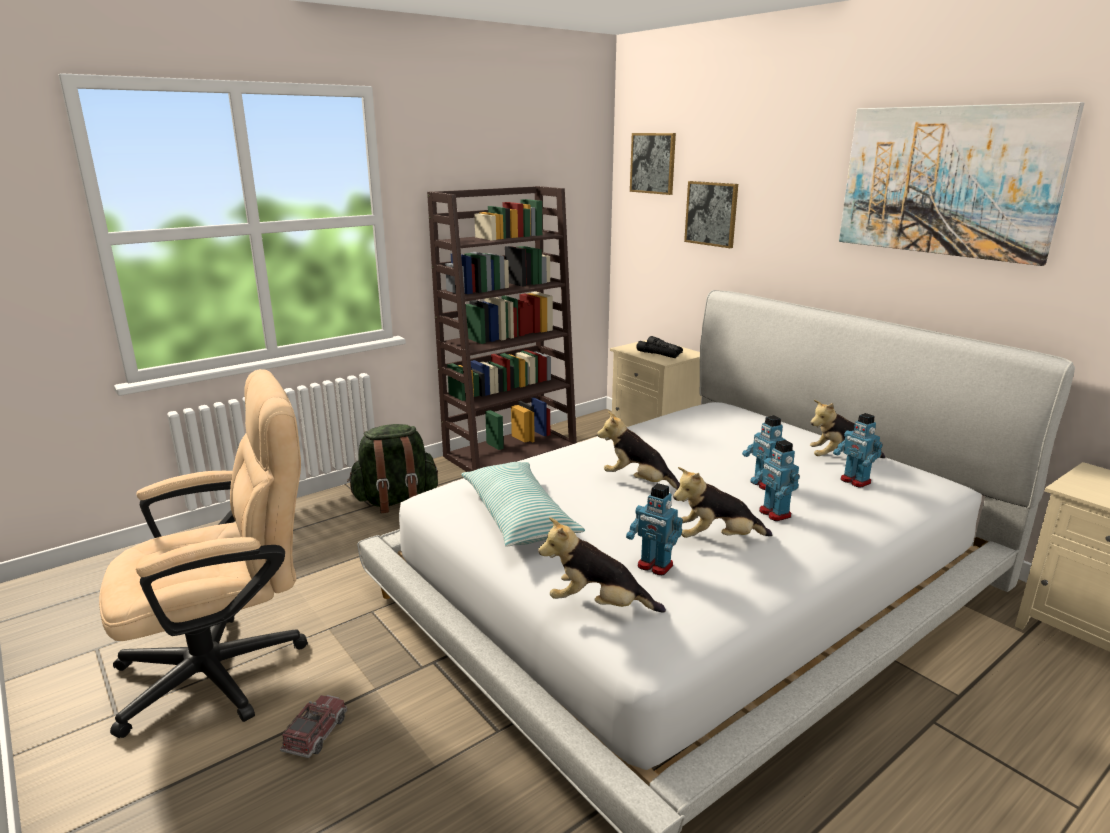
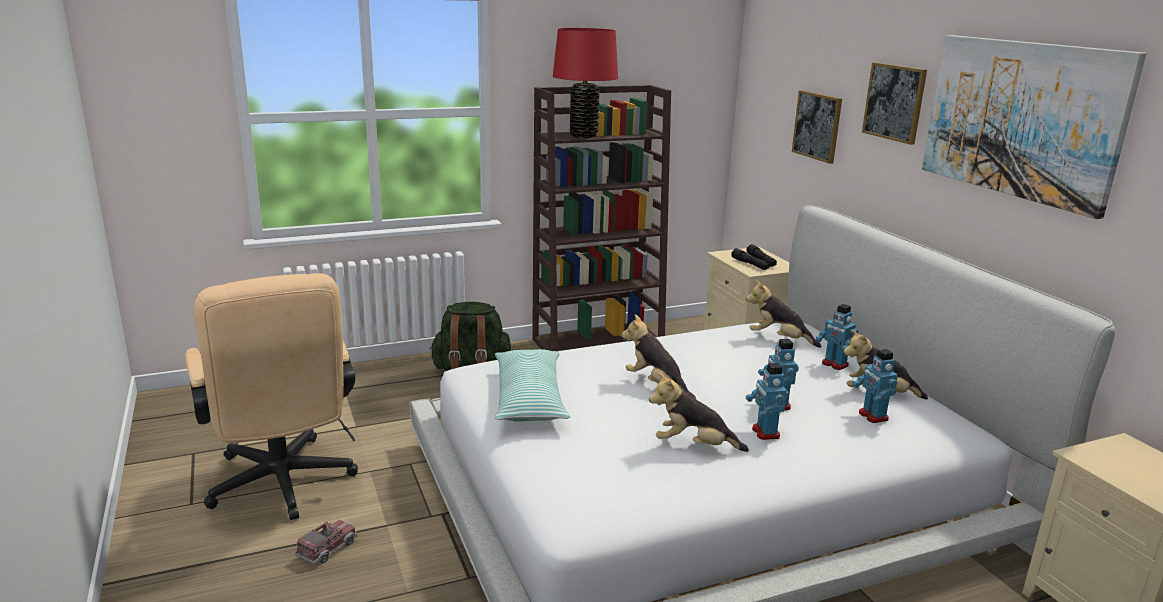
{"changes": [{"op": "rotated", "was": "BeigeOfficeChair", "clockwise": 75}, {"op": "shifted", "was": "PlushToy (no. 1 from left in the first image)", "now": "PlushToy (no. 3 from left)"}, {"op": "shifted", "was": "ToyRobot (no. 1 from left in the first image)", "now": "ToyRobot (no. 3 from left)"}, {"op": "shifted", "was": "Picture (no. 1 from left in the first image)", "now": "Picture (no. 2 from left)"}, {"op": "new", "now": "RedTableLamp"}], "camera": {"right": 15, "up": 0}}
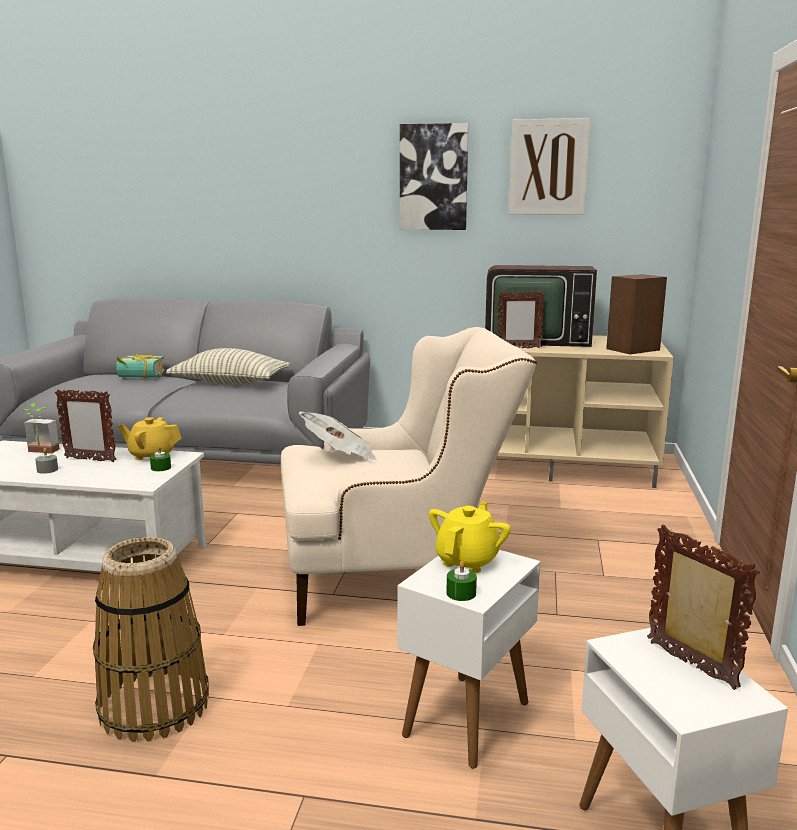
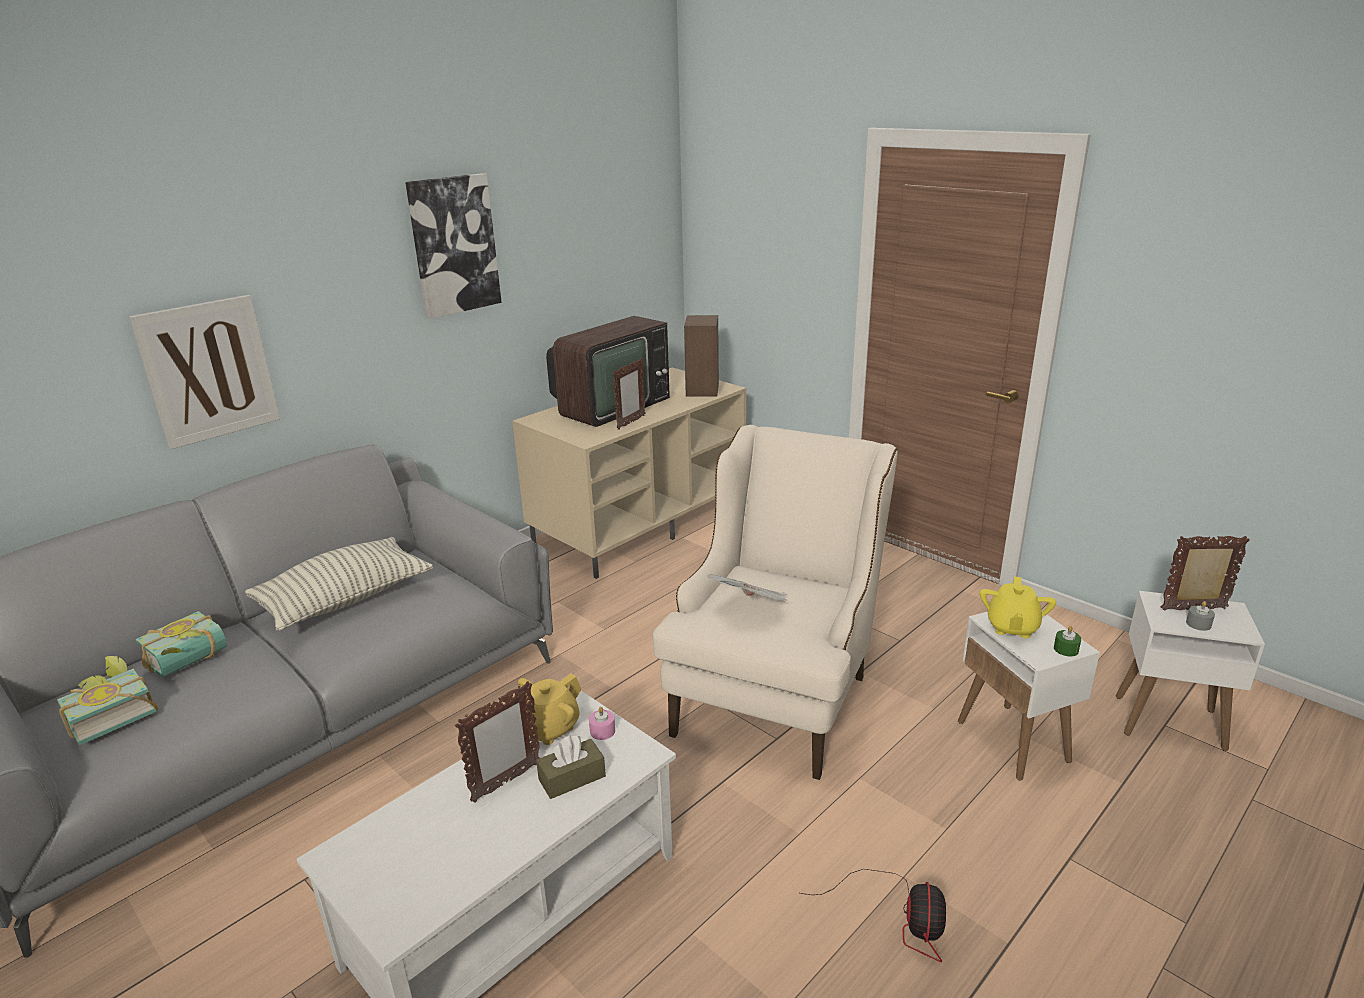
{"changes": [{"op": "gone", "was": "PottedPlant"}, {"op": "shifted", "was": "GreyCandle"}, {"op": "swapped", "was": "Basket", "now": "Fan"}, {"op": "repainted", "was": "GreenCandle (no. 1 from left)", "now": "PinkCandle"}, {"op": "rotated", "was": "YellowTeapot (no. 2 from left)", "clockwise": -135}, {"op": "shifted", "was": "Picture (no. 2 from left in the first image)", "now": "Picture (no. 1 from left)"}, {"op": "new", "now": "Book (no. 1 from left)"}, {"op": "new", "now": "BrownTissueBox"}], "camera": {"right": -55, "up": 10}}
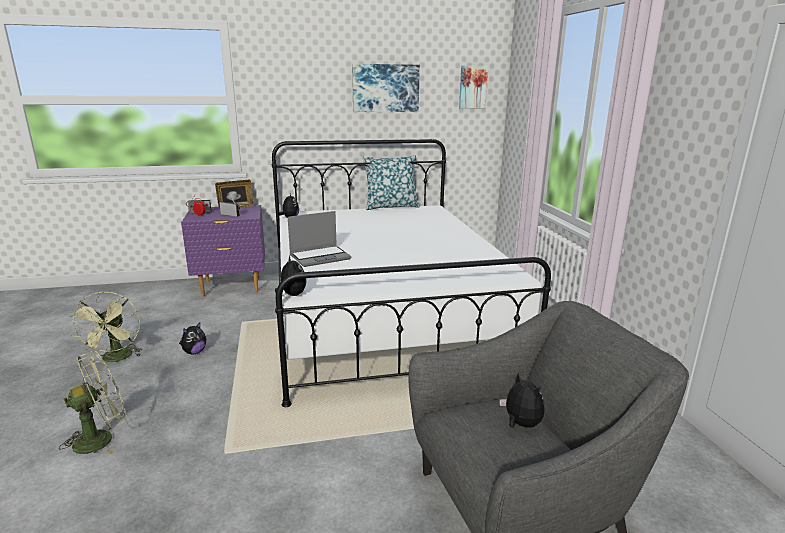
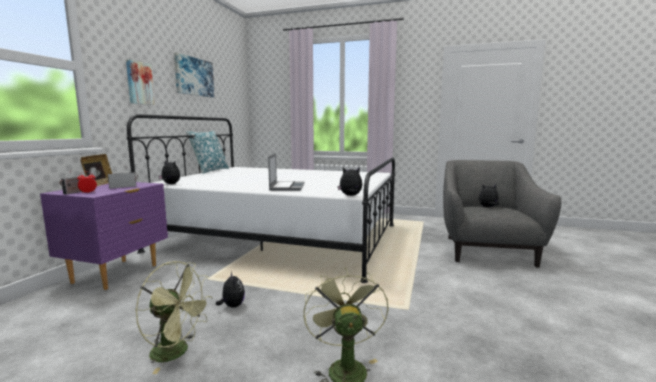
{"changes": [{"op": "shifted", "was": "Picture (no. 2 from left in the first image)", "now": "Picture (no. 1 from left)"}], "camera": {"right": -60, "up": -10}}
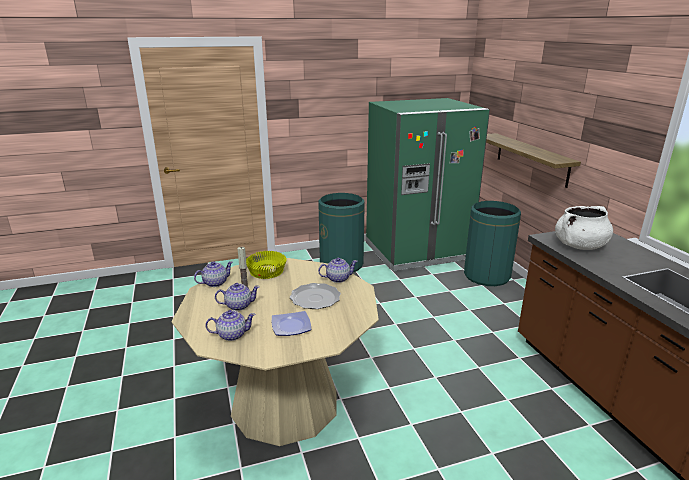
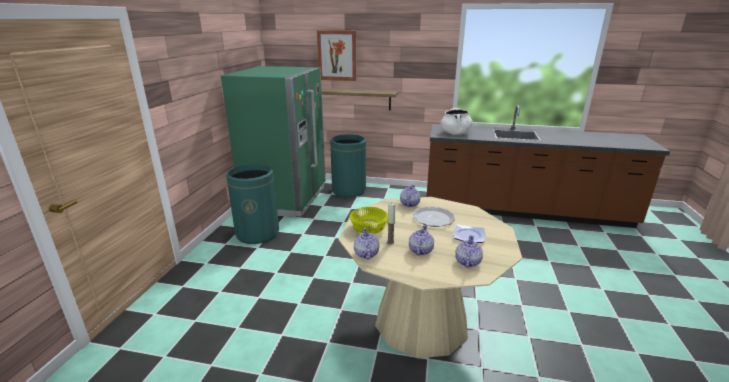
{"changes": [{"op": "new", "now": "Picture"}], "camera": {"right": -60, "up": 0}}
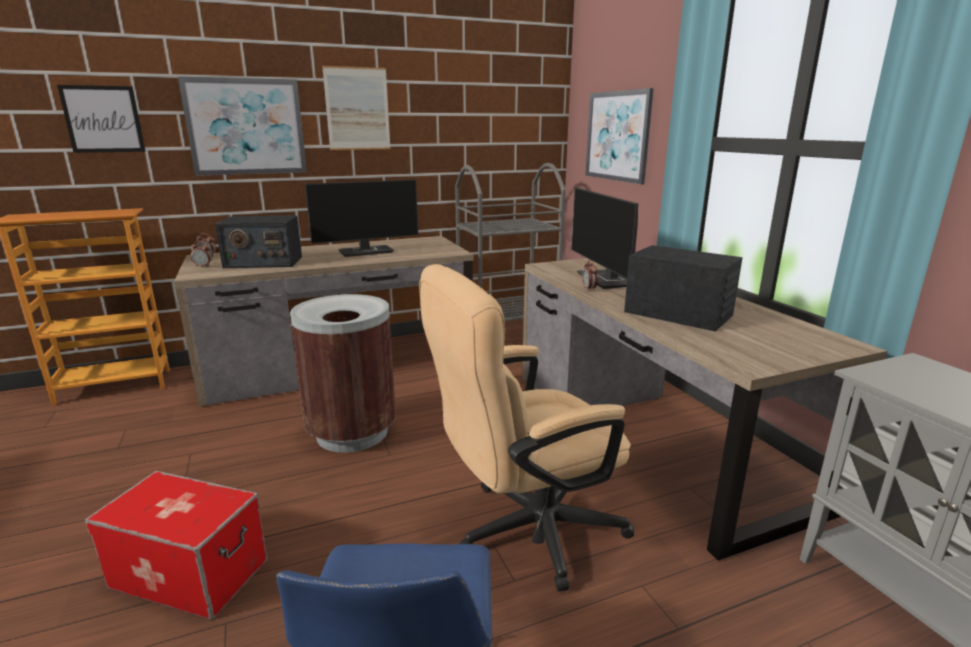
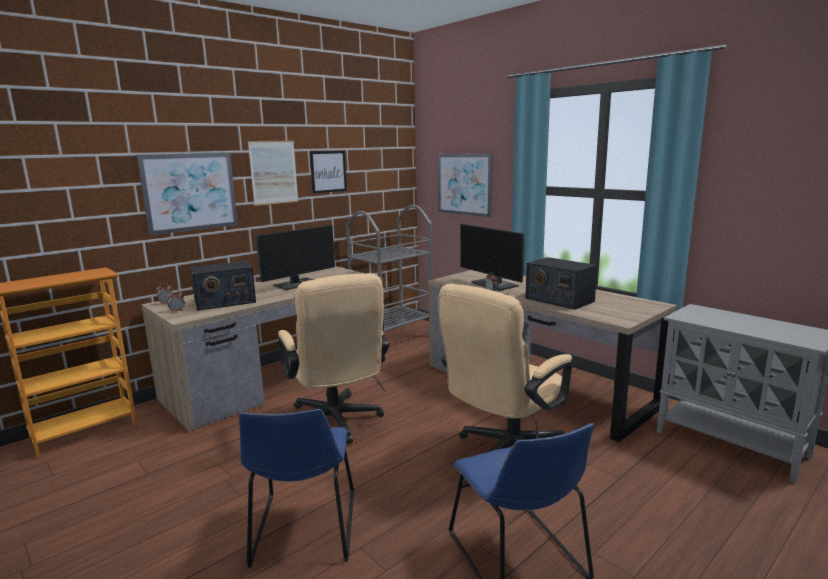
{"changes": [{"op": "shifted", "was": "Picture (no. 1 from left in the first image)", "now": "Picture (no. 3 from left)"}, {"op": "swapped", "was": "StorageBox", "now": "BlueChair (no. 1 from left)"}, {"op": "swapped", "was": "BrownTrashCan", "now": "BeigeOfficeChair (no. 1 from left)"}, {"op": "rotated", "was": "Radio (no. 2 from left)", "clockwise": -150}], "camera": {"right": -20, "up": -5}}
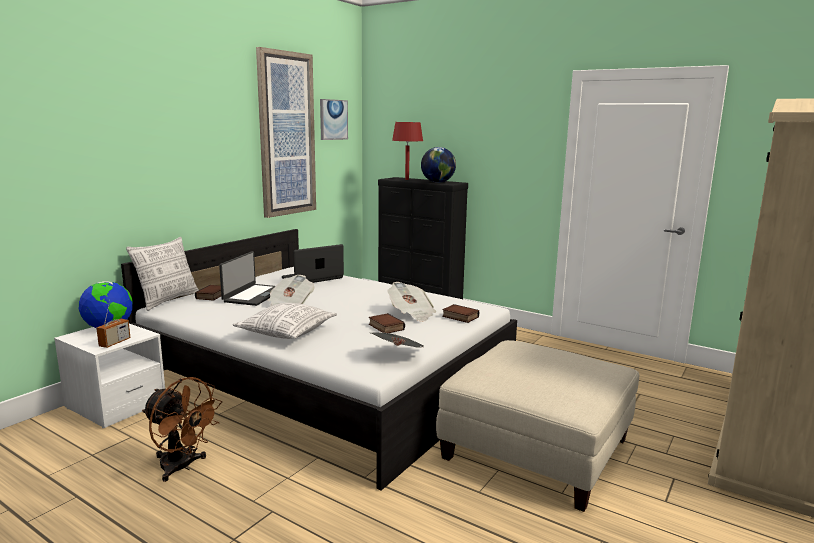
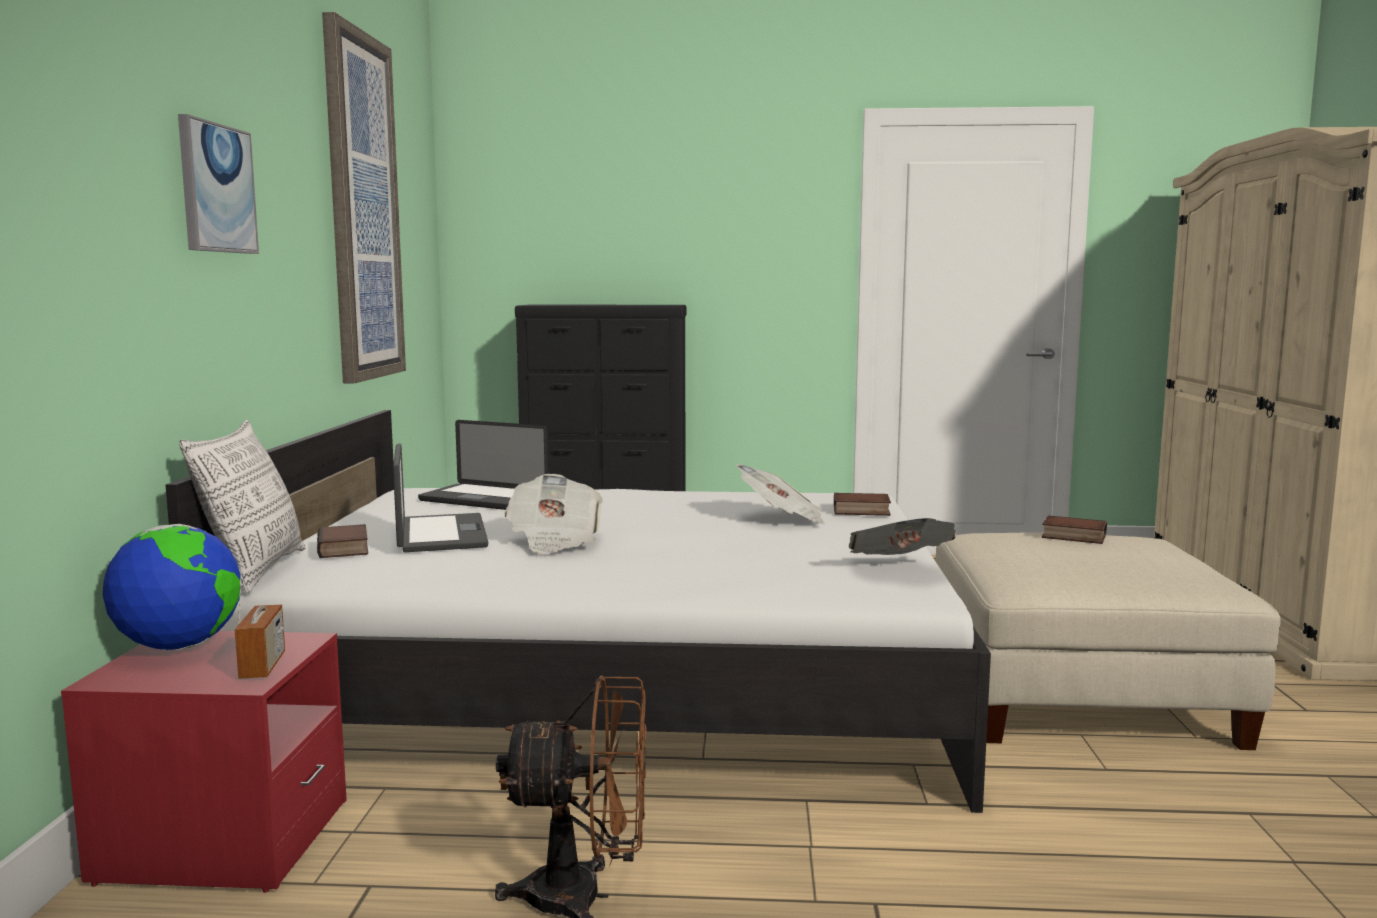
{"changes": [{"op": "repainted", "was": "WhiteNightstand", "now": "RedNightstand"}, {"op": "gone", "was": "Pillow (no. 2 from left)"}, {"op": "rotated", "was": "Laptop (no. 2 from left)", "clockwise": -90}, {"op": "shifted", "was": "Picture (no. 2 from left in the first image)", "now": "Picture (no. 1 from left)"}, {"op": "shifted", "was": "Book (no. 2 from left in the first image)", "now": "Book (no. 3 from left)"}, {"op": "gone", "was": "RedTableLamp"}, {"op": "gone", "was": "Globe (no. 2 from left)"}], "camera": {"right": -30, "up": -5}}
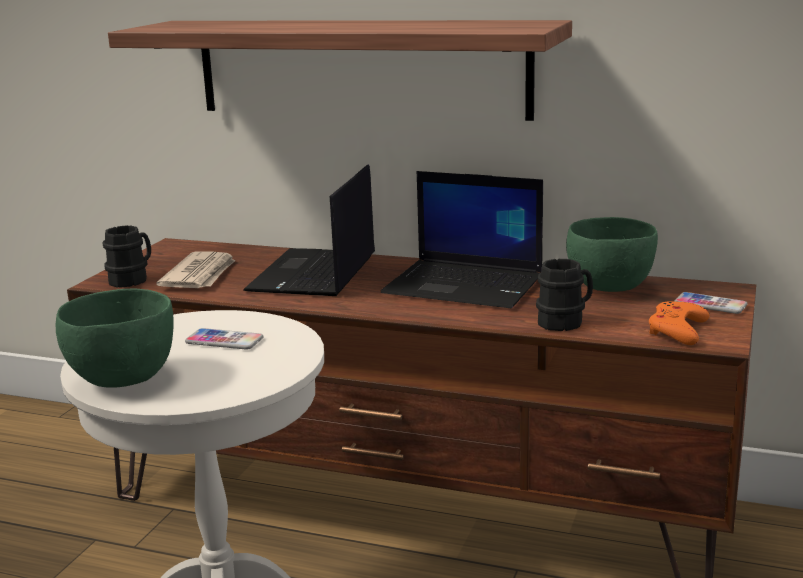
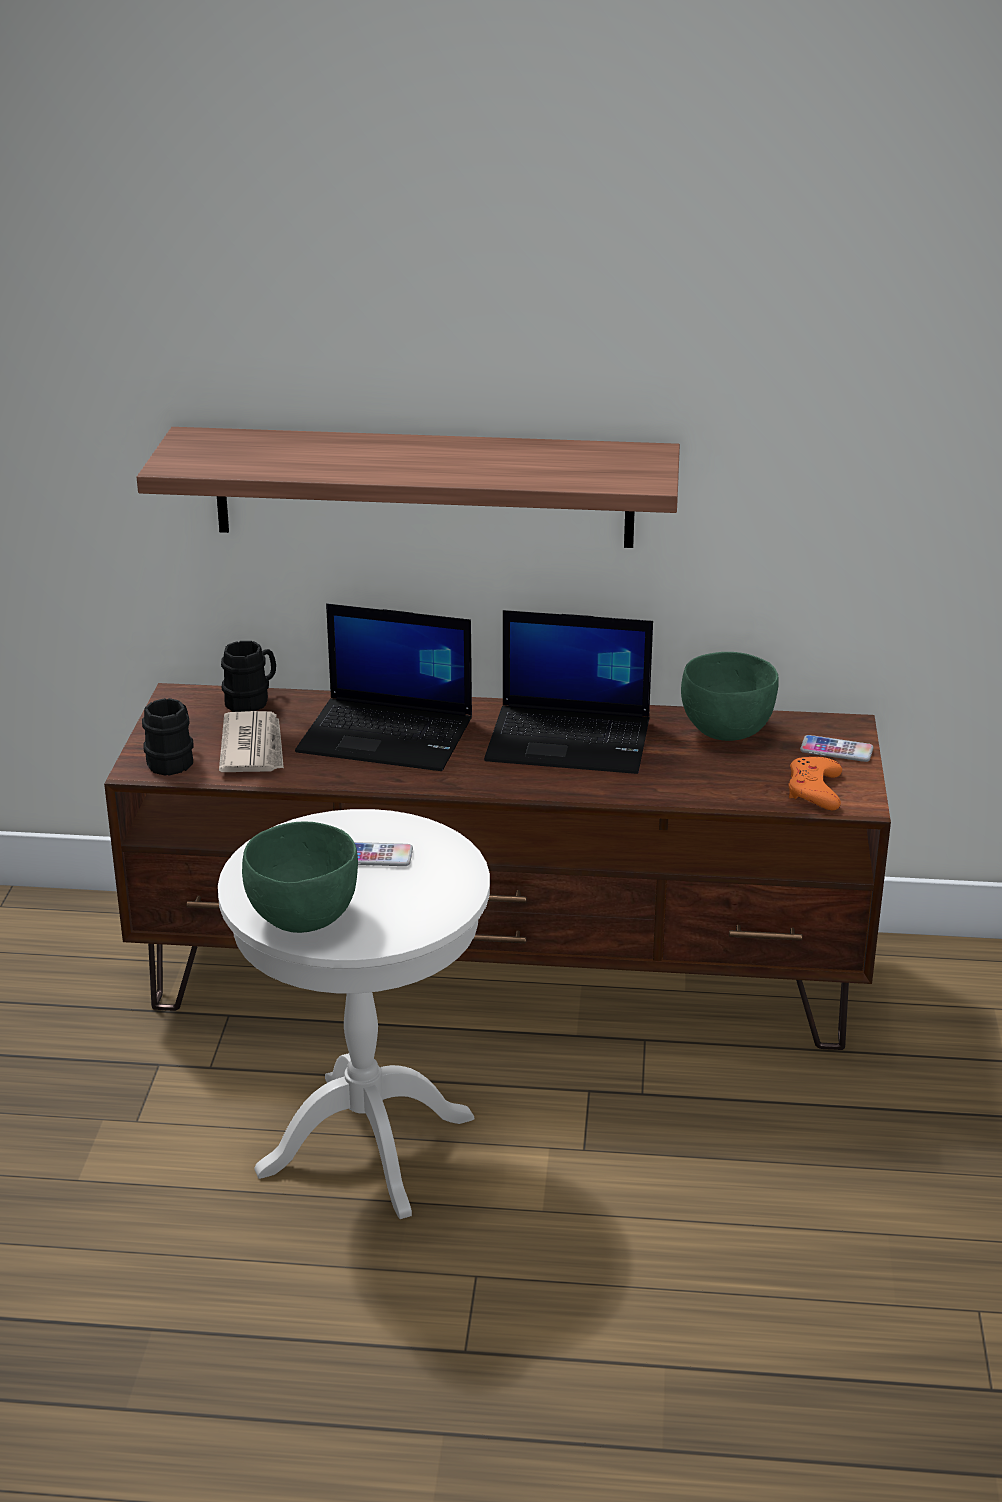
{"changes": [{"op": "rotated", "was": "Laptop (no. 1 from left)", "clockwise": -75}, {"op": "shifted", "was": "BlackMug (no. 2 from left)"}], "camera": {"right": -15, "up": 10}}
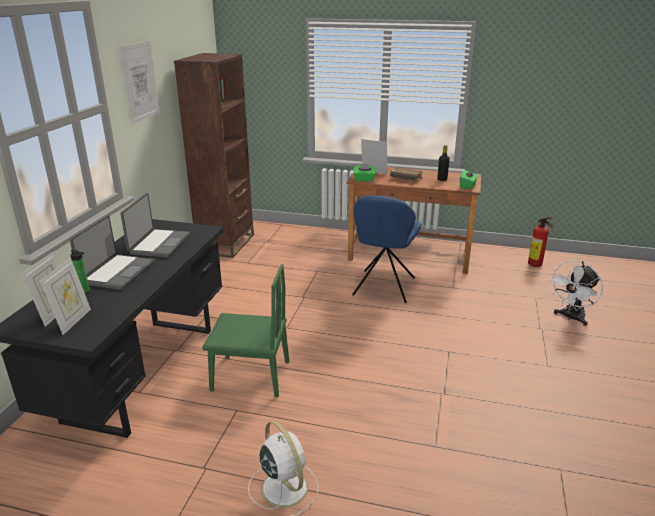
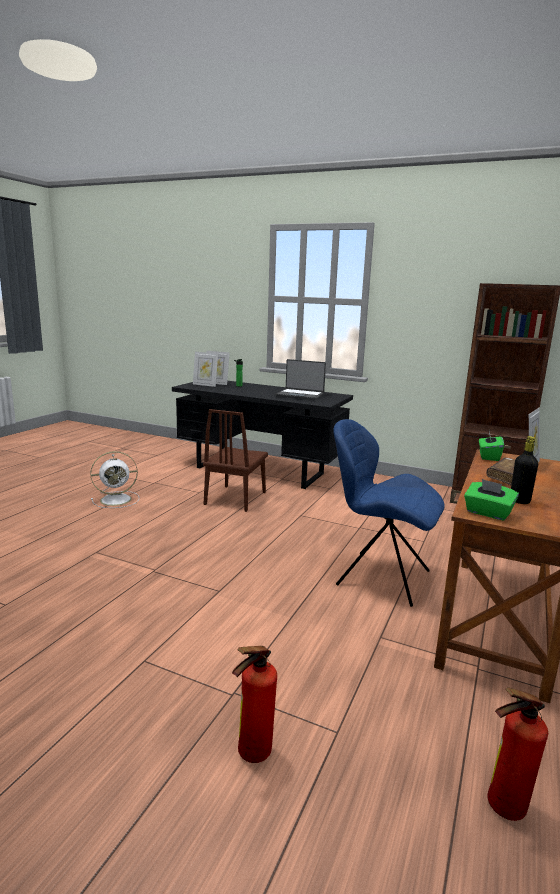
{"changes": [{"op": "gone", "was": "Laptop (no. 1 from left)"}, {"op": "gone", "was": "Picture"}, {"op": "repainted", "was": "GreenChair", "now": "BrownChair"}, {"op": "swapped", "was": "WhiteFan (no. 2 from left)", "now": "FireExtinguisher (no. 1 from left)"}], "camera": {"right": 100, "up": -10}}
